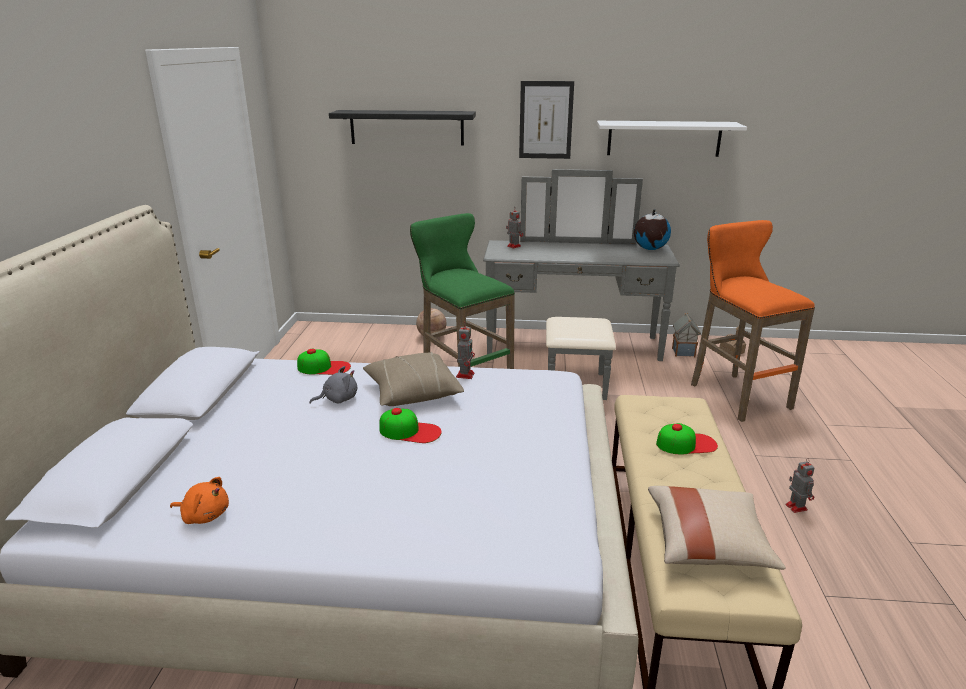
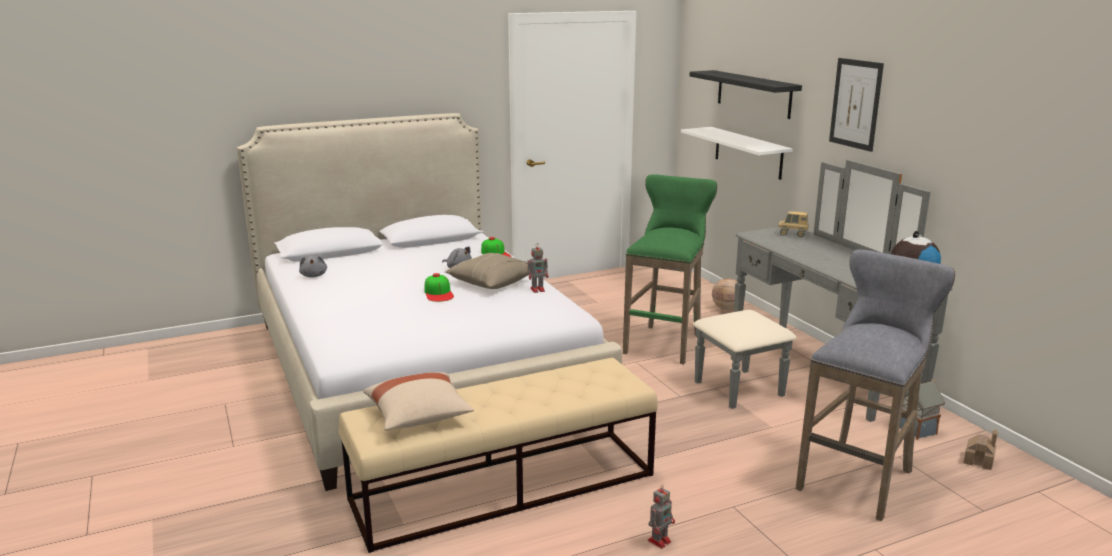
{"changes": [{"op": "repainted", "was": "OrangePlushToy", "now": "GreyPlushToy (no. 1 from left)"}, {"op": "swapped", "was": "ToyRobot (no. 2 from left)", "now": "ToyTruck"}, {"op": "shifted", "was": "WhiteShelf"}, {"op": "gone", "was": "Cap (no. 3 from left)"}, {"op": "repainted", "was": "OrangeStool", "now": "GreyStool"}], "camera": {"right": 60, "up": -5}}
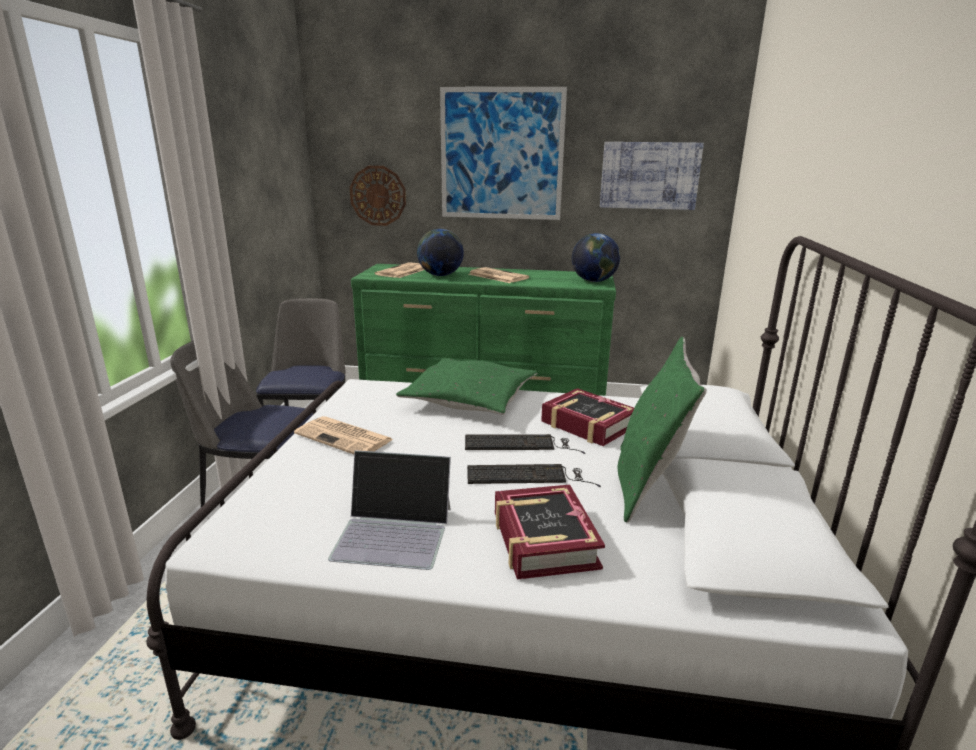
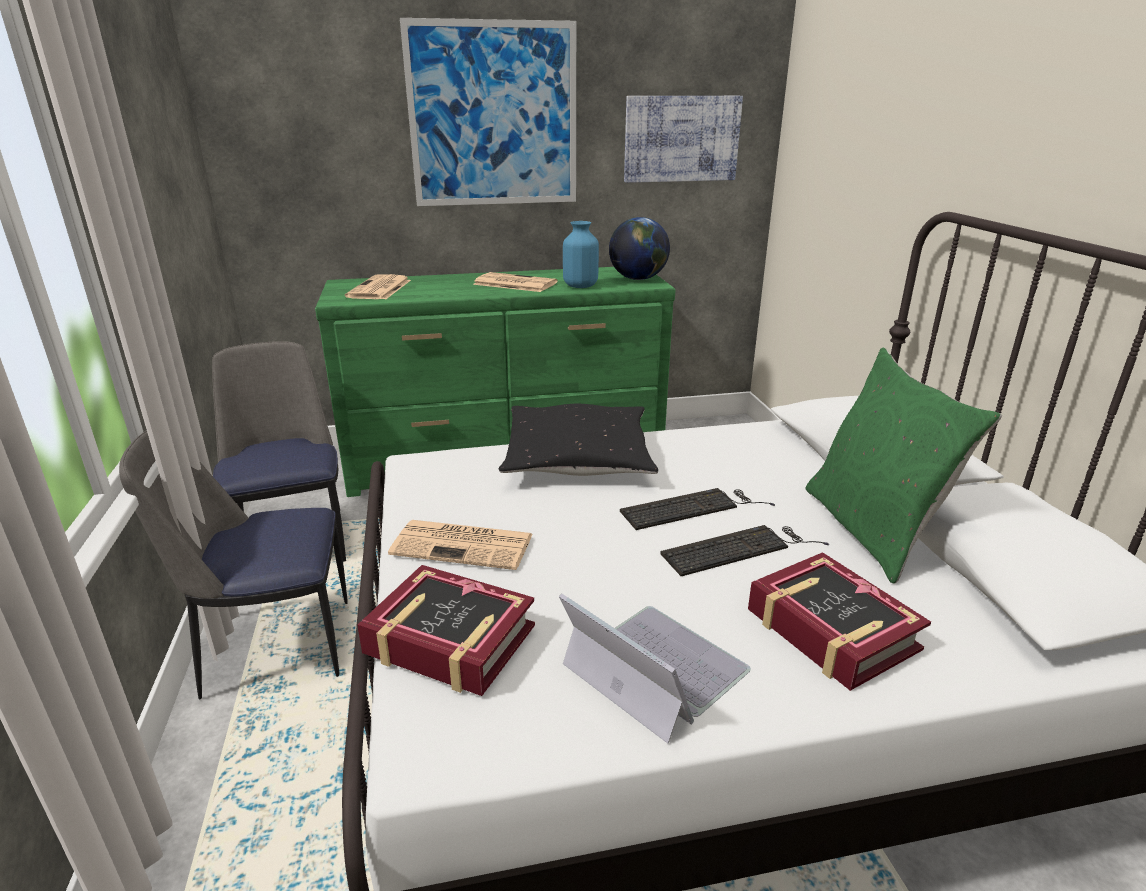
{"changes": [{"op": "rotated", "was": "Laptop", "clockwise": -120}, {"op": "gone", "was": "WallClock"}, {"op": "repainted", "was": "GreenPillow (no. 1 from left)", "now": "BlackPillow"}, {"op": "gone", "was": "Globe (no. 1 from left)"}, {"op": "shifted", "was": "Book (no. 2 from left in the first image)", "now": "Book (no. 1 from left)"}, {"op": "new", "now": "BlueVase"}], "camera": {"right": -20, "up": 5}}
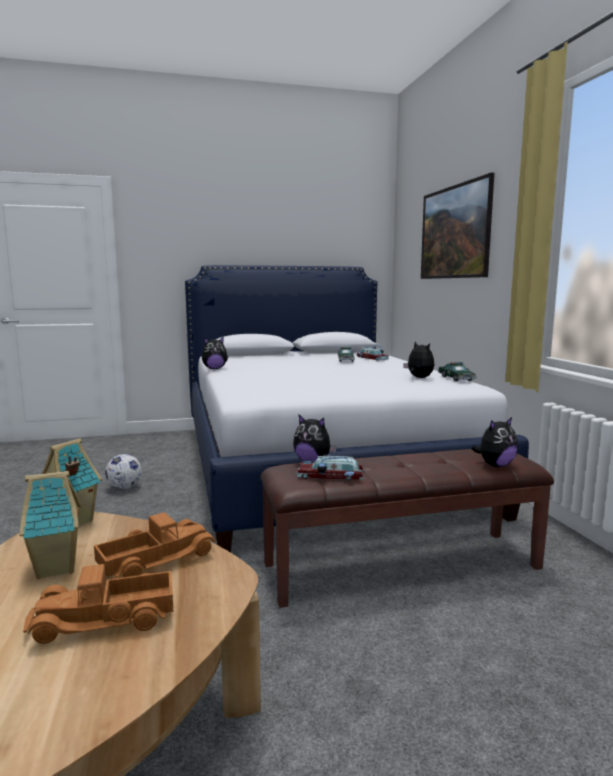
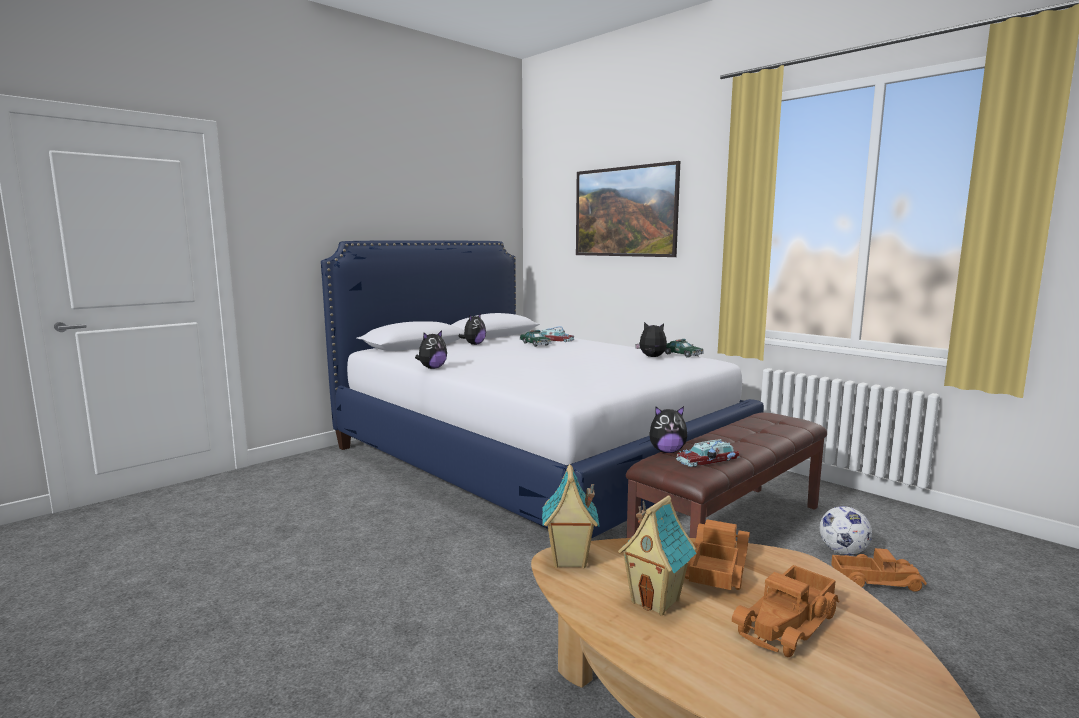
{"changes": [{"op": "shifted", "was": "Football"}, {"op": "shifted", "was": "PlushToy (no. 4 from left in the first image)", "now": "PlushToy (no. 2 from left)"}, {"op": "new", "now": "ToyTruck (no. 3 from left)"}], "camera": {"right": -30, "up": 0}}
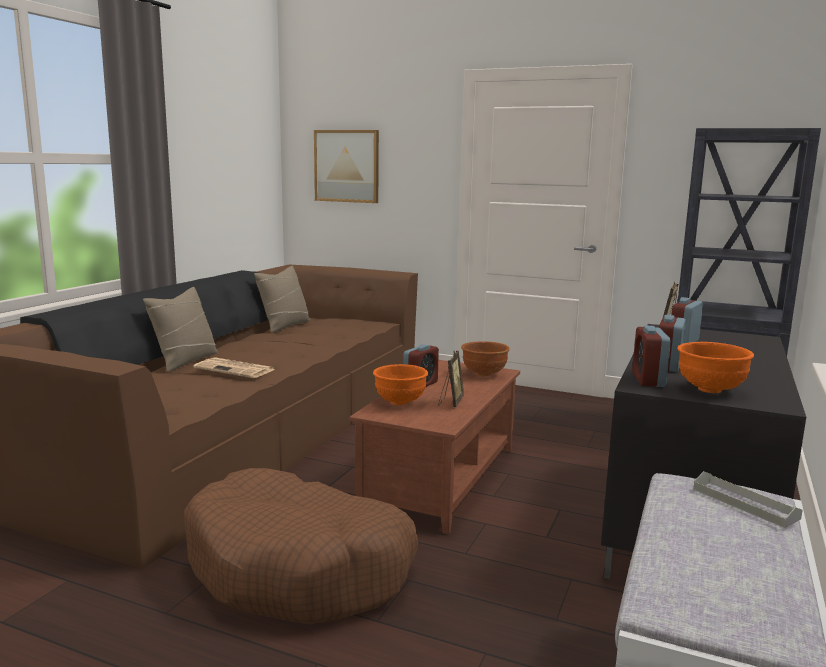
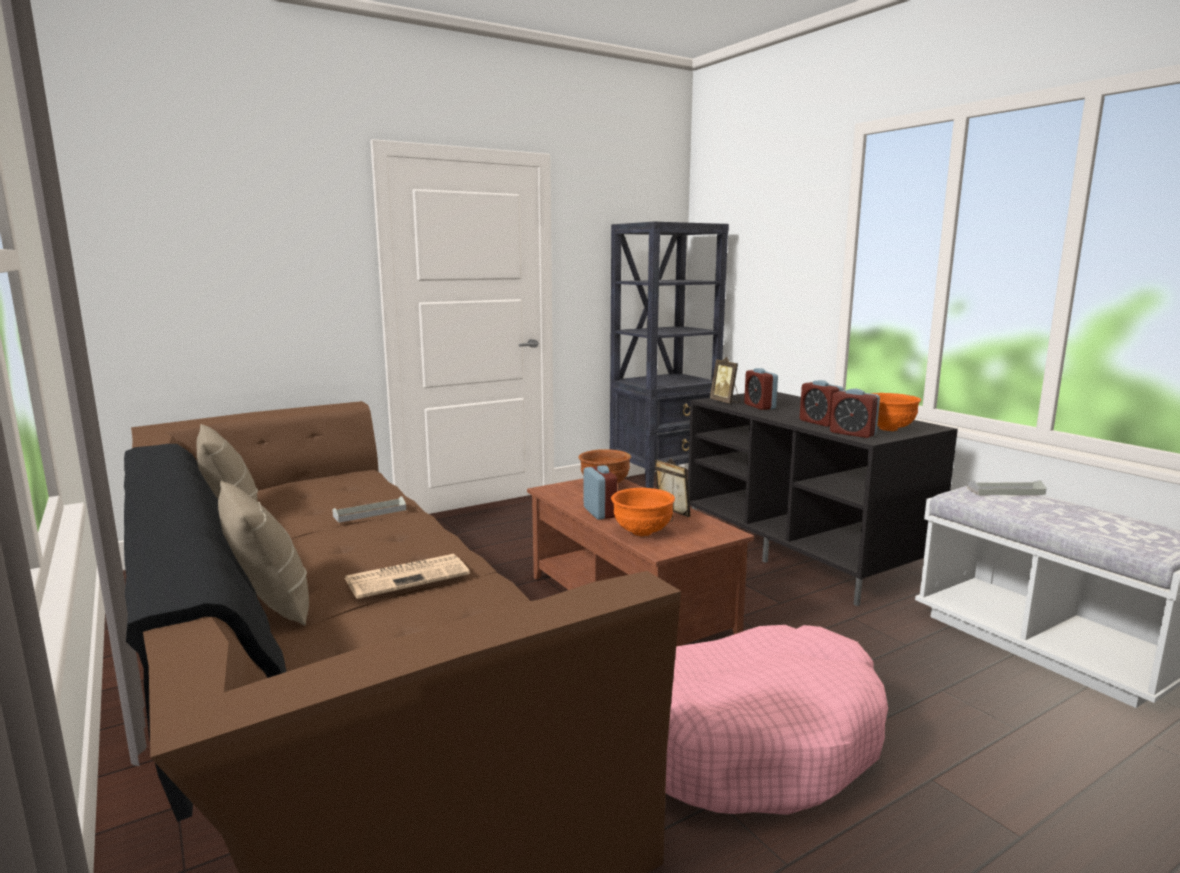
{"changes": [{"op": "repainted", "was": "BrownDogBed", "now": "PinkDogBed"}, {"op": "gone", "was": "Picture"}, {"op": "new", "now": "GreyTray (no. 1 from left)"}], "camera": {"right": -55, "up": 0}}
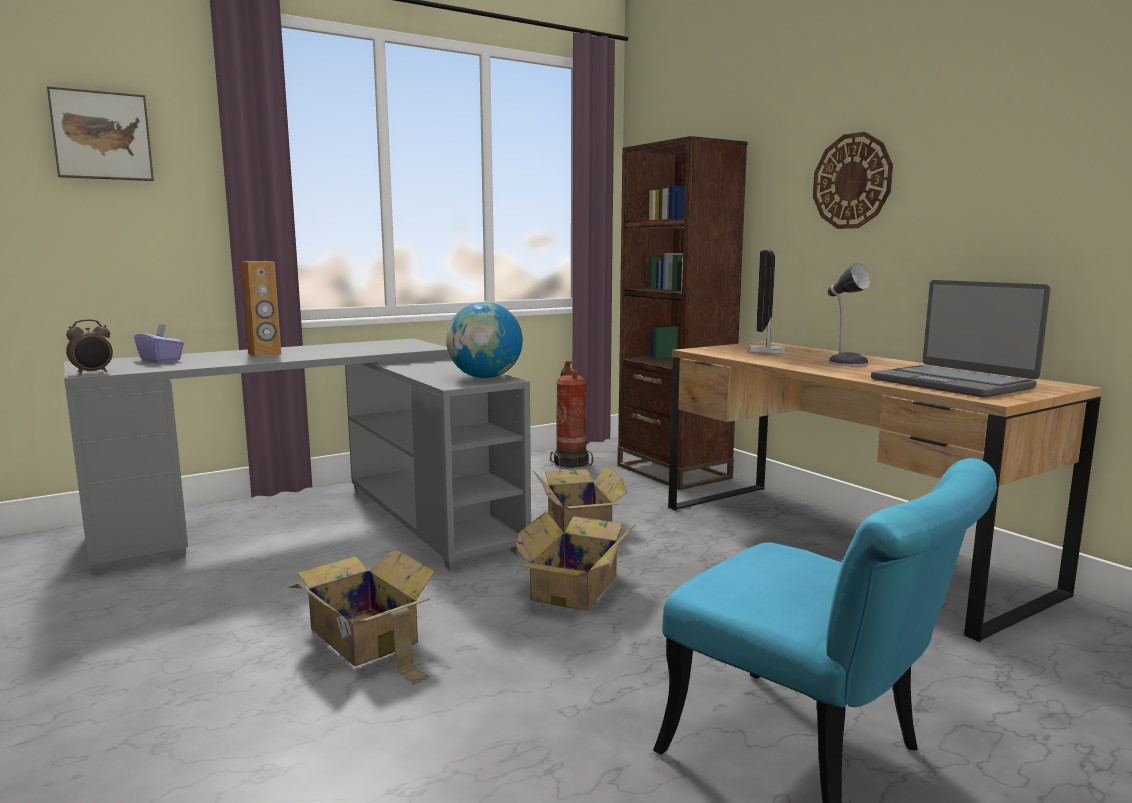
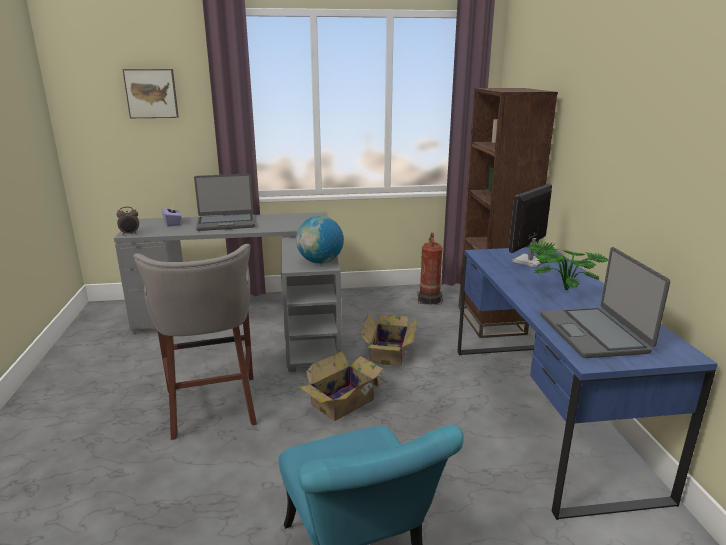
{"changes": [{"op": "swapped", "was": "BrownSpeaker", "now": "Laptop (no. 1 from left)"}, {"op": "swapped", "was": "CardboardBox (no. 1 from left)", "now": "GreyStool"}, {"op": "repainted", "was": "BrownDesk", "now": "BlueDesk"}, {"op": "gone", "was": "WallClock"}, {"op": "swapped", "was": "TableLamp", "now": "PottedPlant"}], "camera": {"right": 25, "up": 10}}
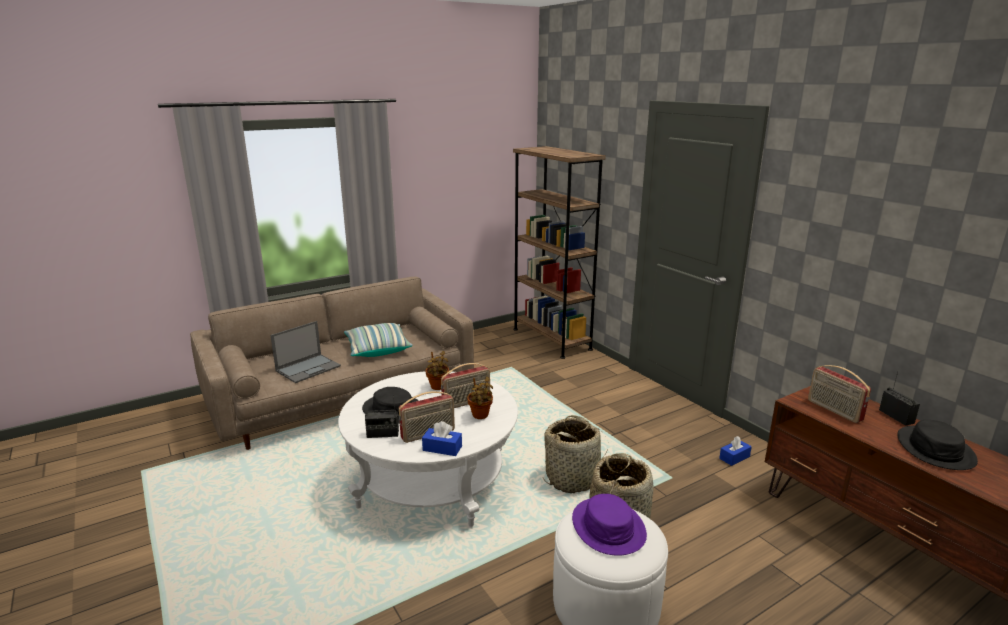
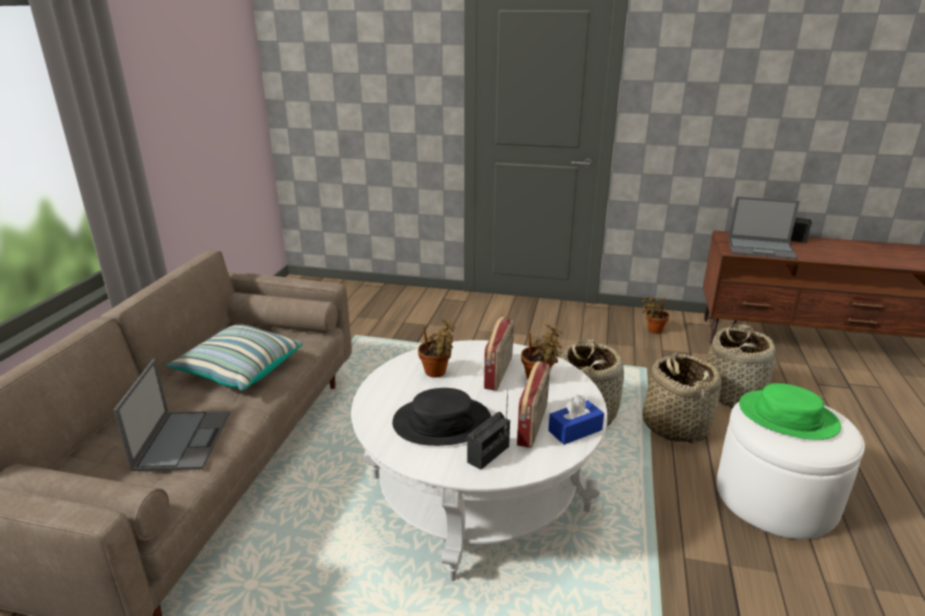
{"changes": [{"op": "gone", "was": "BrownBookcase"}, {"op": "repainted", "was": "PurpleHat", "now": "GreenHat"}, {"op": "swapped", "was": "BlueTissueBox (no. 2 from left)", "now": "PottedPlant (no. 3 from left)"}, {"op": "swapped", "was": "Radio (no. 4 from left)", "now": "Laptop (no. 2 from left)"}, {"op": "gone", "was": "BlackHat (no. 2 from left)"}, {"op": "new", "now": "Basket (no. 3 from left)"}], "camera": {"right": -45, "up": 5}}
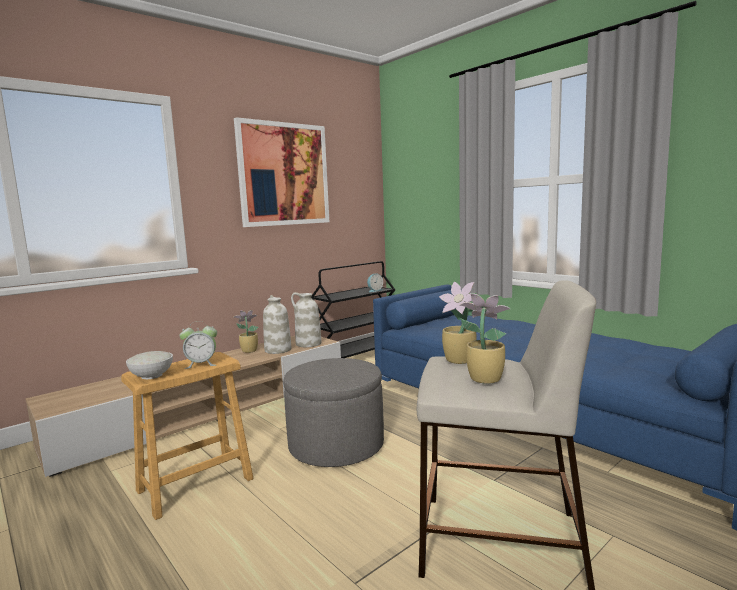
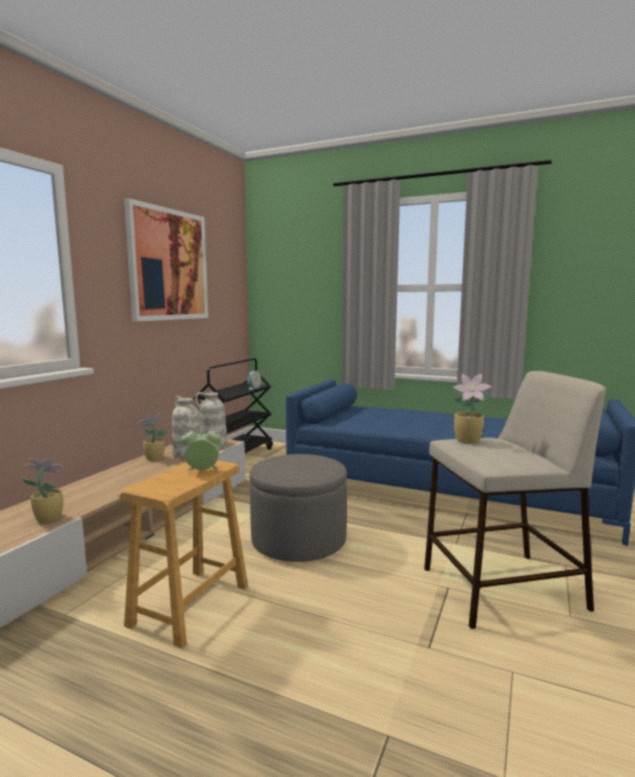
{"changes": [{"op": "gone", "was": "WhiteBowl"}, {"op": "rotated", "was": "AlarmClock (no. 1 from left)", "clockwise": -150}, {"op": "shifted", "was": "PottedPlant (no. 3 from left in the first image)", "now": "PottedPlant (no. 1 from left)"}], "camera": {"right": -25, "up": 0}}
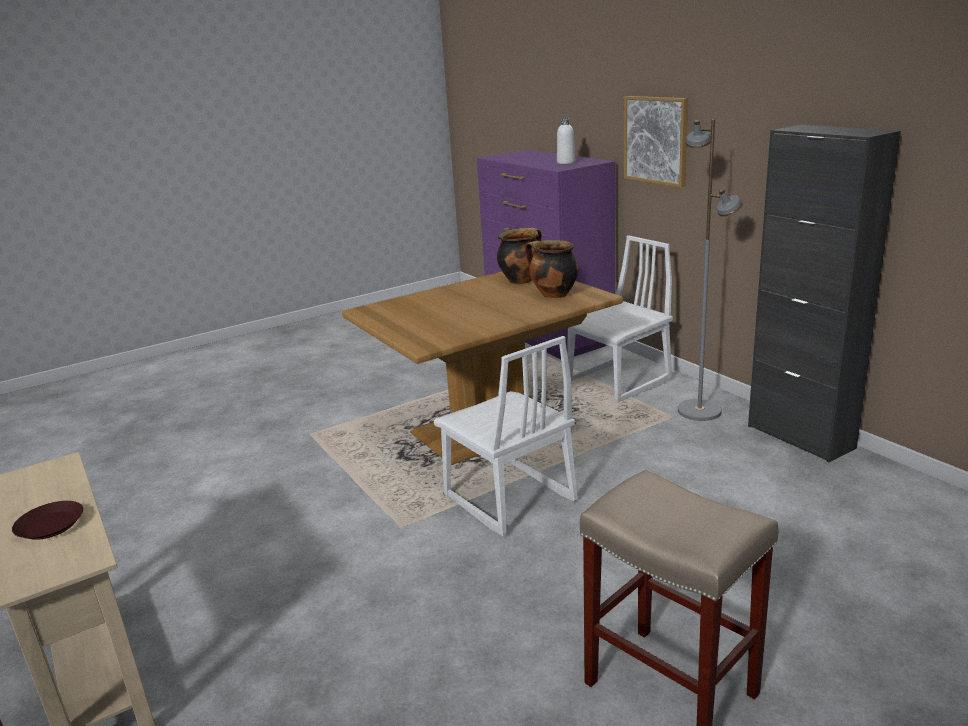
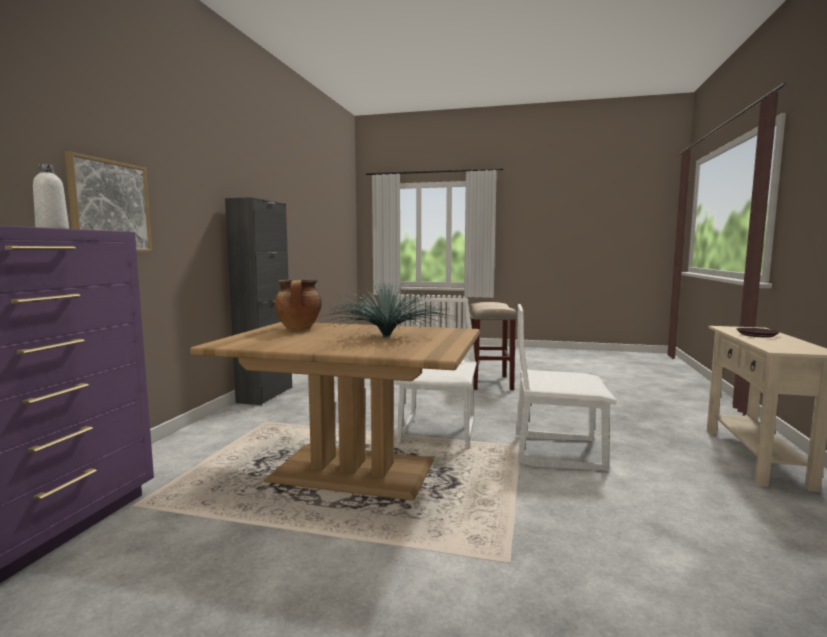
{"changes": [{"op": "gone", "was": "CookingPot (no. 1 from left)"}, {"op": "shifted", "was": "WhiteChair (no. 2 from left)"}, {"op": "gone", "was": "GreyFloorLamp"}, {"op": "new", "now": "PottedPlant"}], "camera": {"right": -135, "up": -15}}
